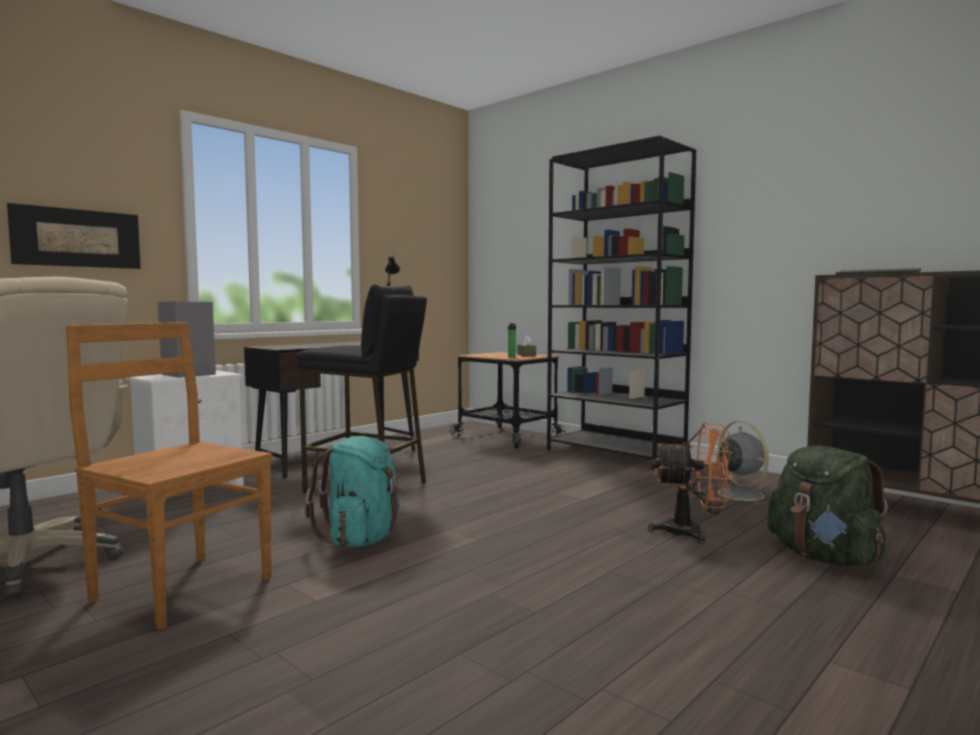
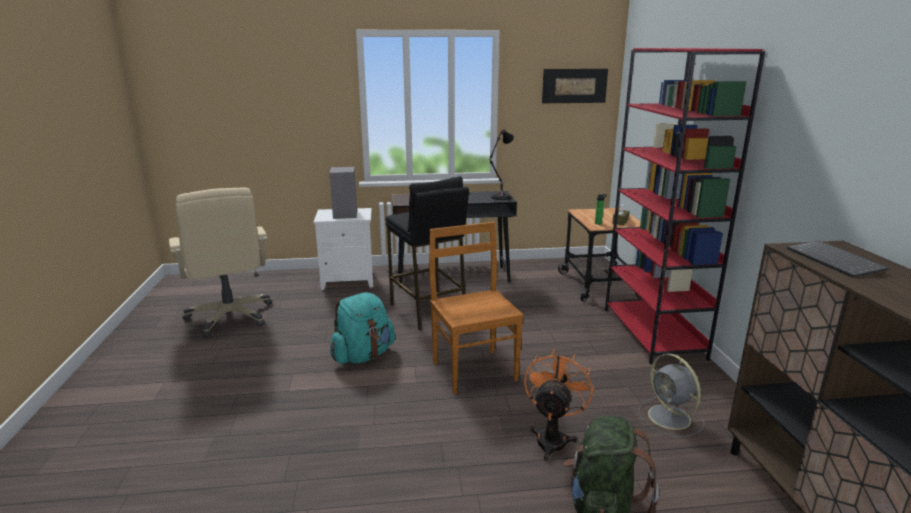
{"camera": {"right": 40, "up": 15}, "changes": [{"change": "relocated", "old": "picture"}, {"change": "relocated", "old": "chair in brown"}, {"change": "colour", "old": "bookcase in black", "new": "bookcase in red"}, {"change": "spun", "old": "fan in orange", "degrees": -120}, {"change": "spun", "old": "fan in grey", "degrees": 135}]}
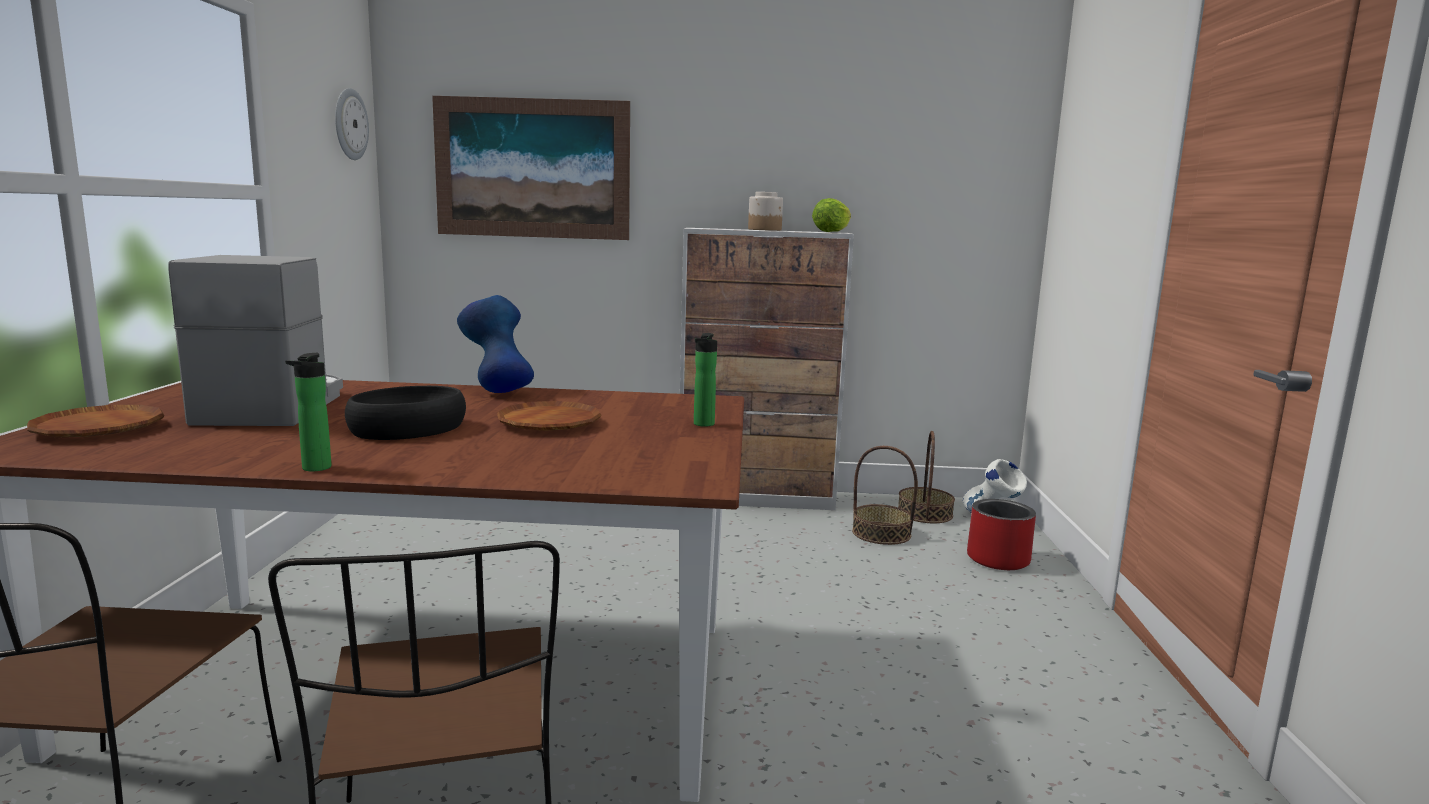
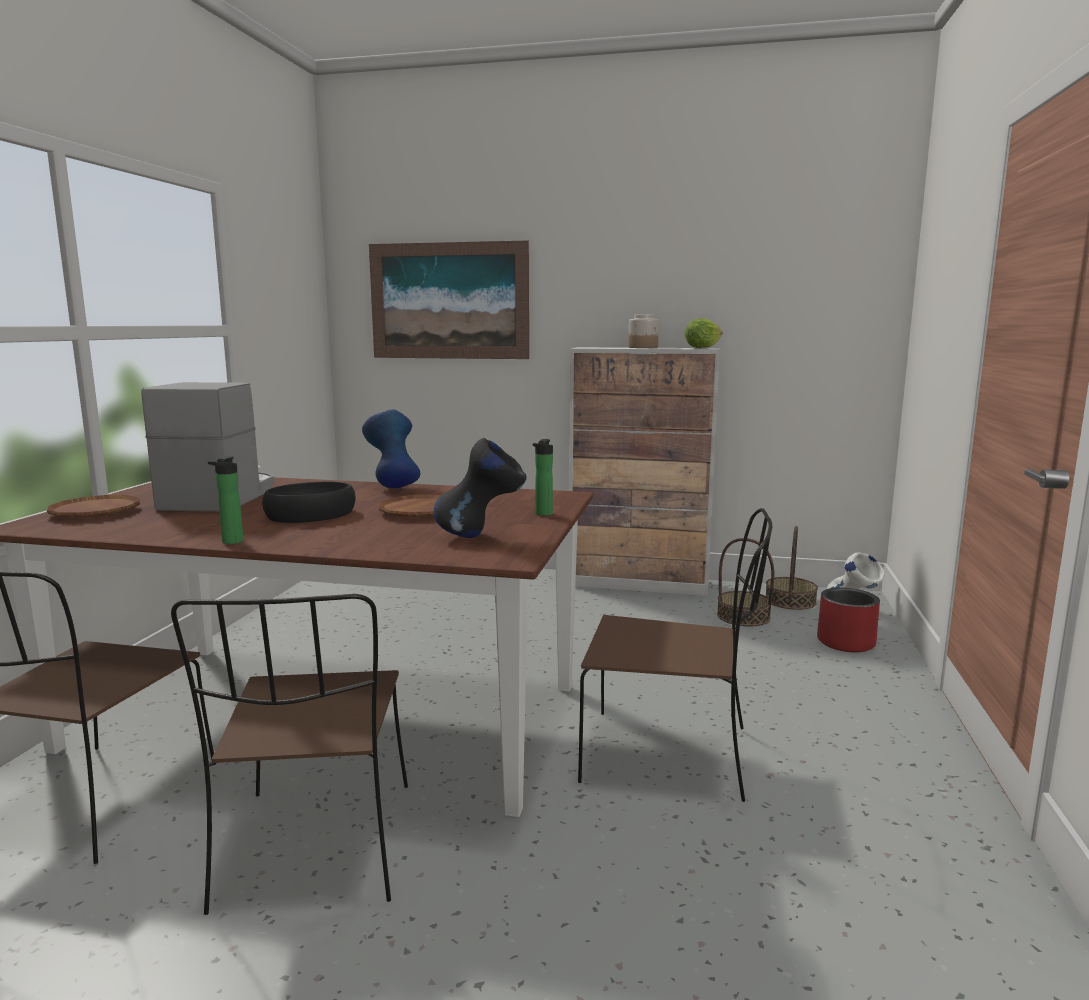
{"camera": {"right": 10, "up": 0}, "changes": [{"change": "missing", "old": "wall clock"}, {"change": "appeared", "new": "vase in black"}, {"change": "appeared", "new": "chair in brown (no. 3 from left)"}]}
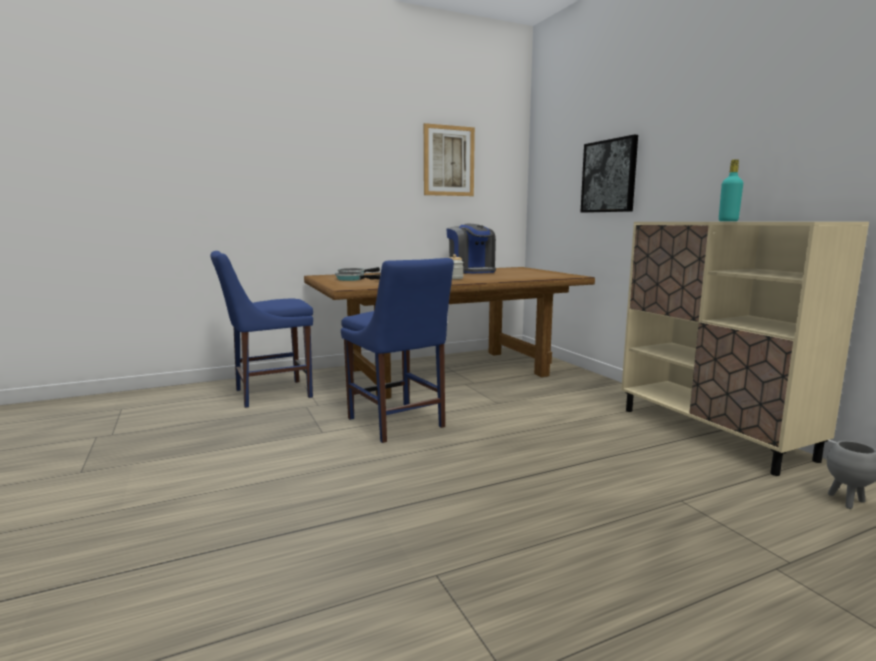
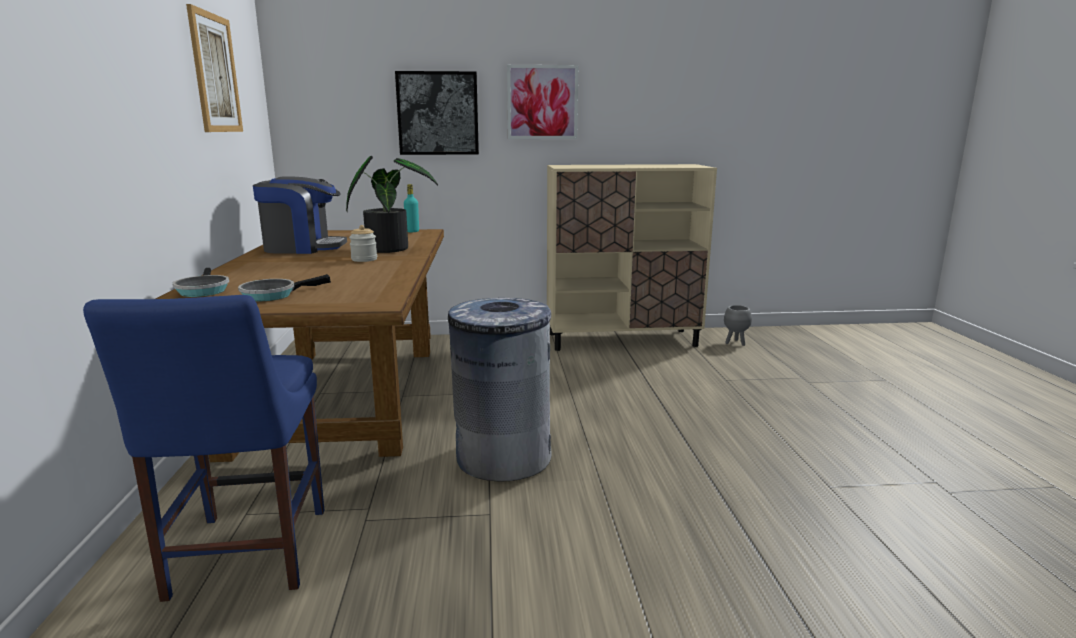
{"camera": {"right": -70, "up": 5}, "changes": [{"change": "exchanged", "old": "chair in blue (no. 2 from left)", "new": "trash can in grey"}, {"change": "relocated", "old": "bottle in turquoise"}, {"change": "appeared", "new": "potted plant"}, {"change": "appeared", "new": "picture (no. 3 from left)"}]}
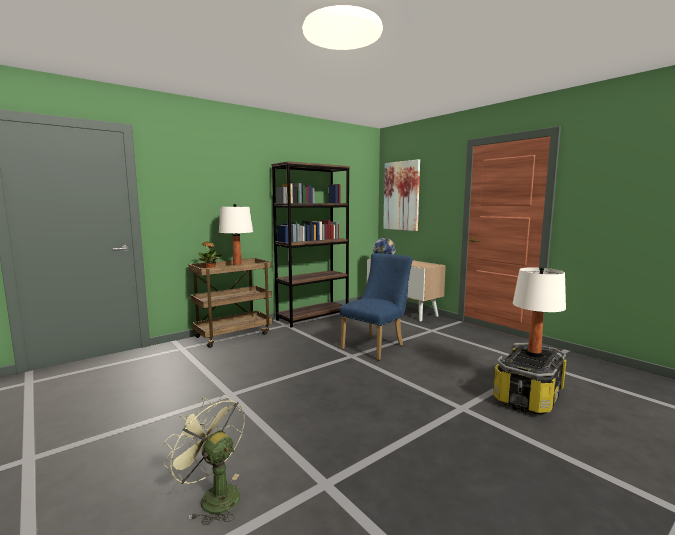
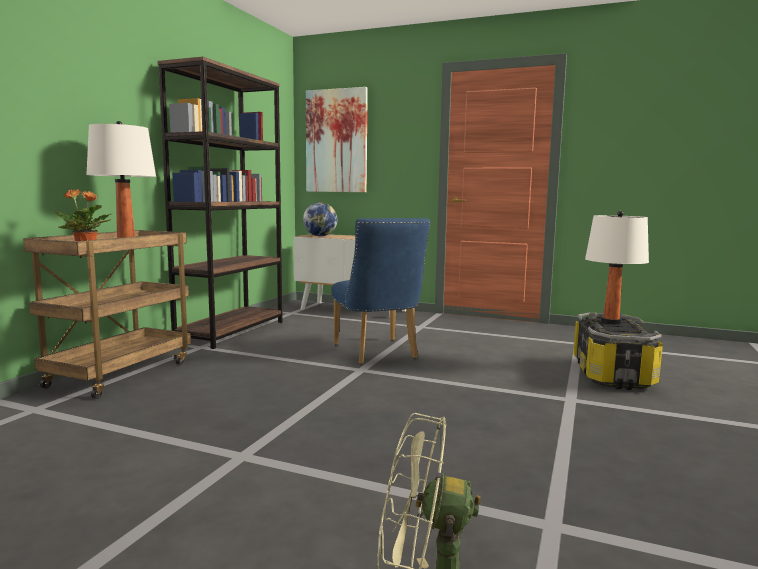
{"camera": {"right": -30, "up": 0}, "changes": [{"change": "spun", "old": "chair in blue", "degrees": 150}]}
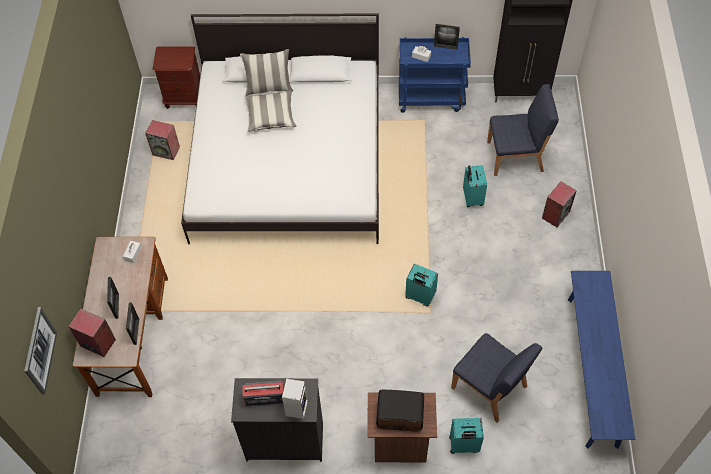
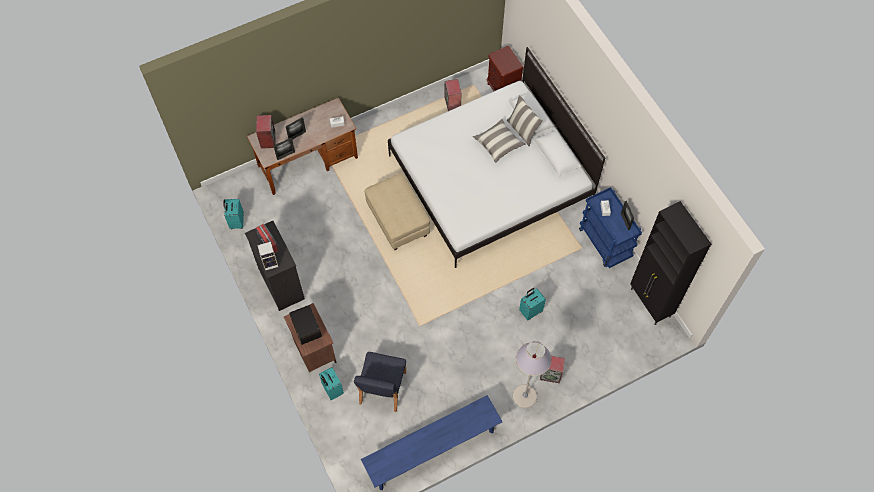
{"camera": {"right": 60, "up": 5}, "changes": [{"change": "missing", "old": "picture"}, {"change": "relocated", "old": "suitcase in turquoise (no. 1 from left)"}, {"change": "missing", "old": "chair in blue (no. 2 from left)"}, {"change": "appeared", "new": "ottoman in beige"}, {"change": "appeared", "new": "floor lamp in grey"}]}
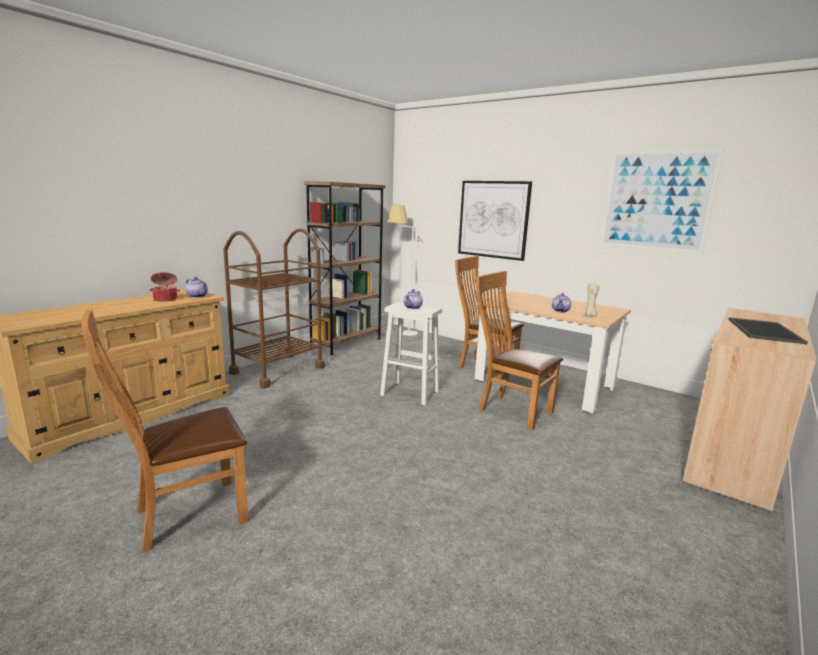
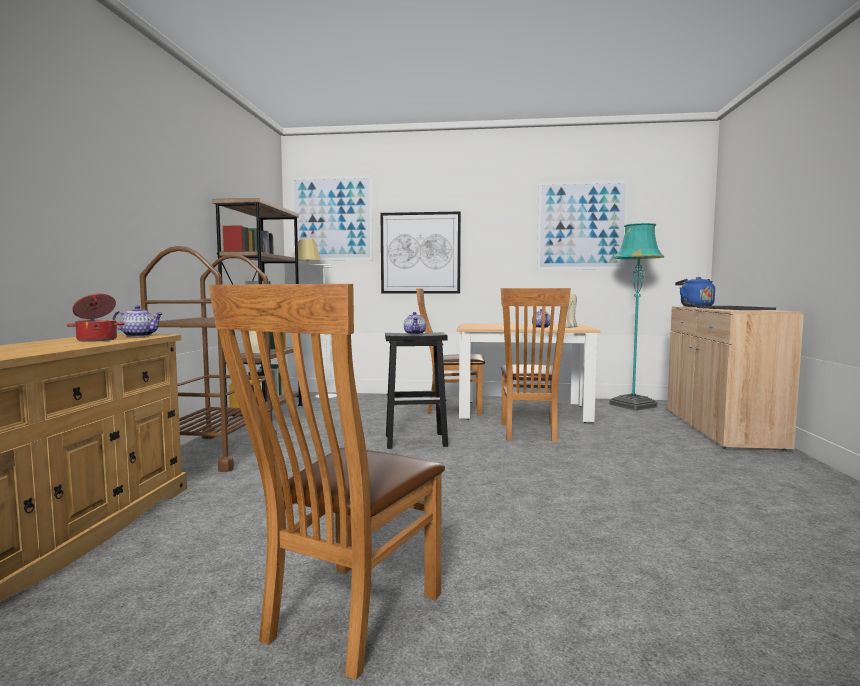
{"camera": {"right": -30, "up": -10}, "changes": [{"change": "colour", "old": "stool in white", "new": "stool in black"}, {"change": "spun", "old": "chair in brown (no. 3 from left)", "degrees": -90}, {"change": "appeared", "new": "picture (no. 1 from left)"}, {"change": "appeared", "new": "floor lamp in turquoise"}, {"change": "appeared", "new": "kettle in blue"}]}
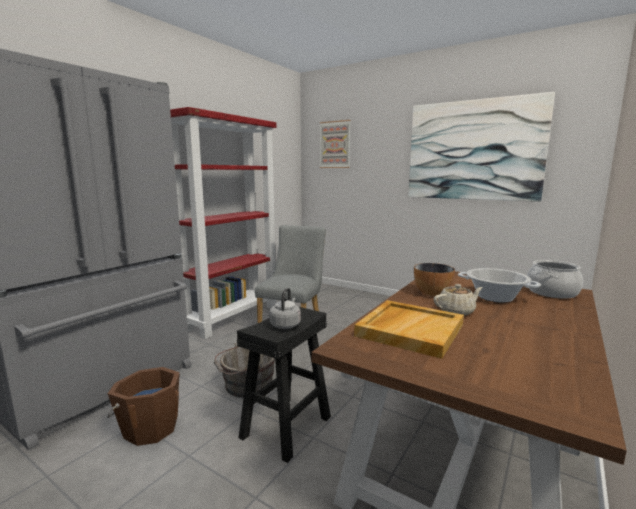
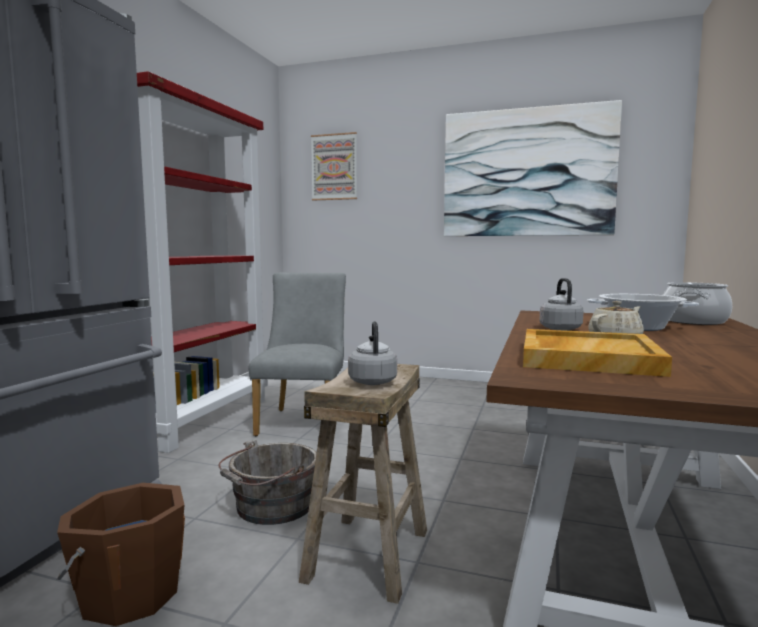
{"camera": {"right": -15, "up": -5}, "changes": [{"change": "colour", "old": "stool in black", "new": "stool in beige"}, {"change": "exchanged", "old": "bowl", "new": "kettle in grey (no. 2 from left)"}]}
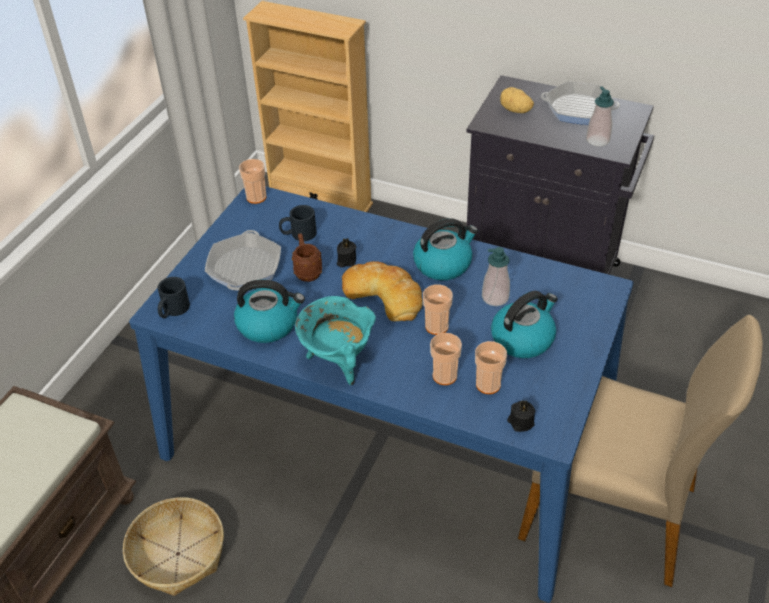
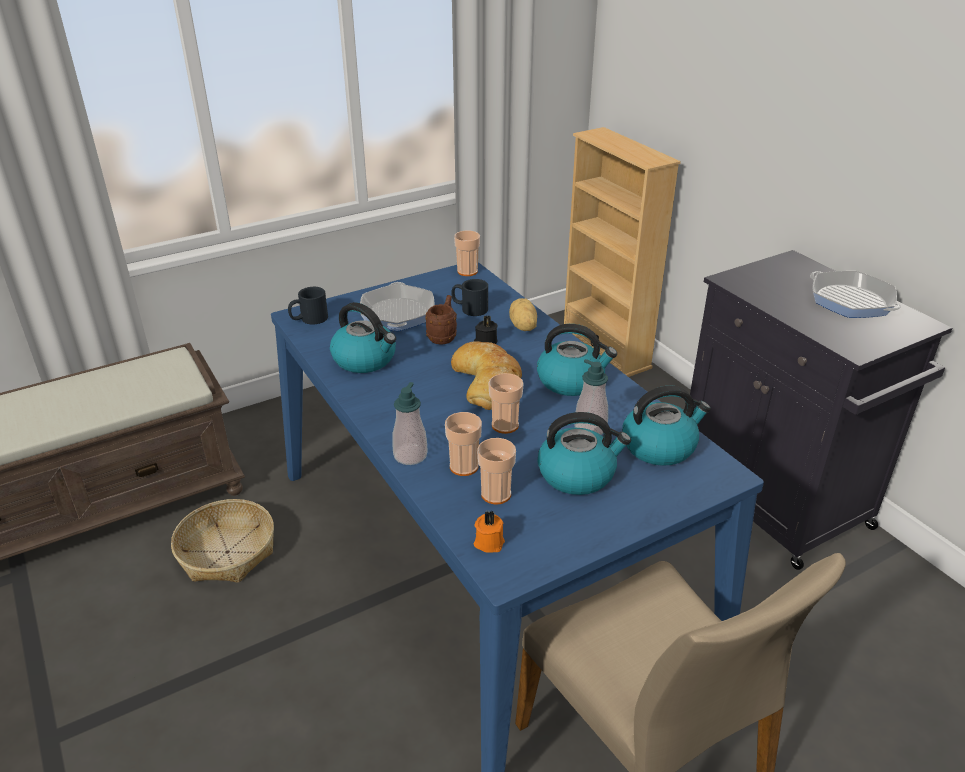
{"camera": {"right": 35, "up": -10}, "changes": [{"change": "spun", "old": "frying pan (no. 1 from left)", "degrees": -45}, {"change": "missing", "old": "cooking pot in turquoise"}, {"change": "relocated", "old": "potato"}, {"change": "colour", "old": "candle in black (no. 2 from left)", "new": "candle in orange"}, {"change": "relocated", "old": "soap dispenser (no. 2 from left in the first image)", "new": "soap dispenser (no. 1 from left)"}, {"change": "appeared", "new": "kettle (no. 4 from left)"}]}
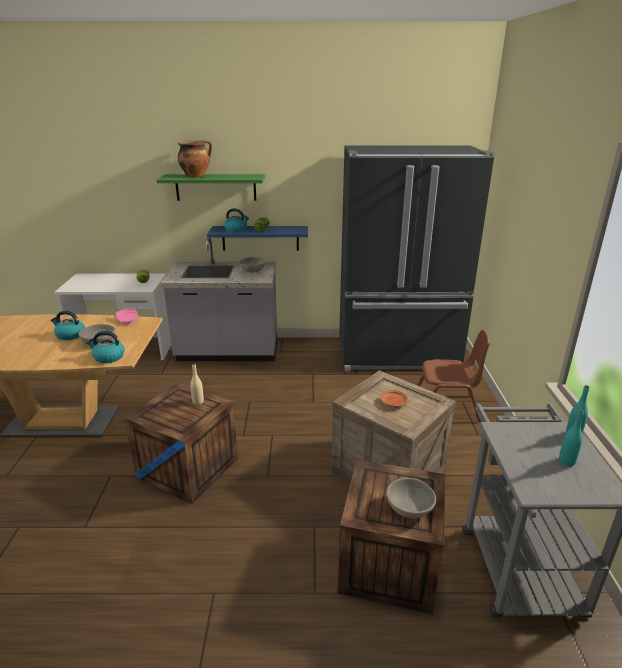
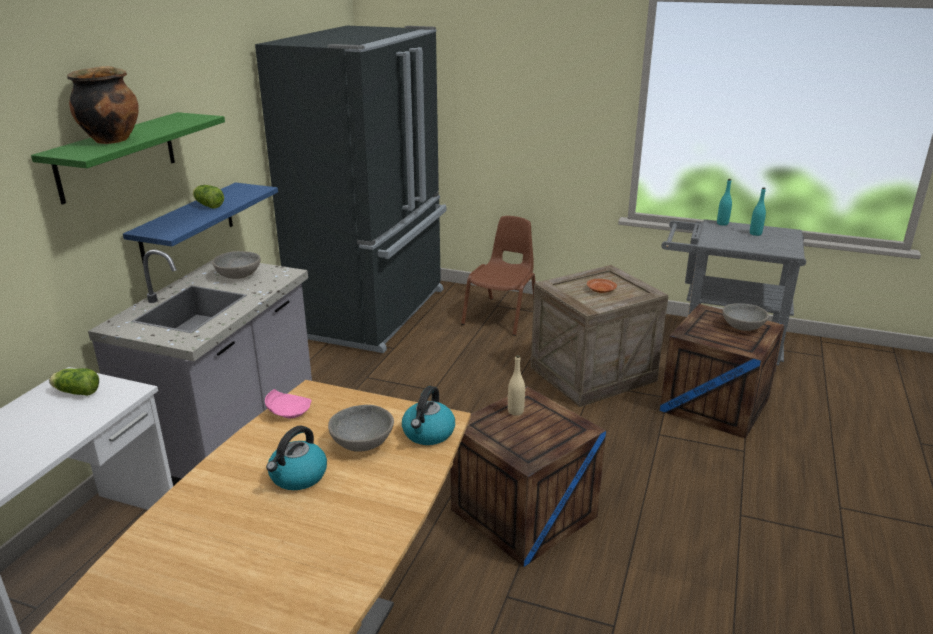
{"camera": {"right": -70, "up": 0}, "changes": [{"change": "missing", "old": "kettle (no. 3 from left)"}]}
